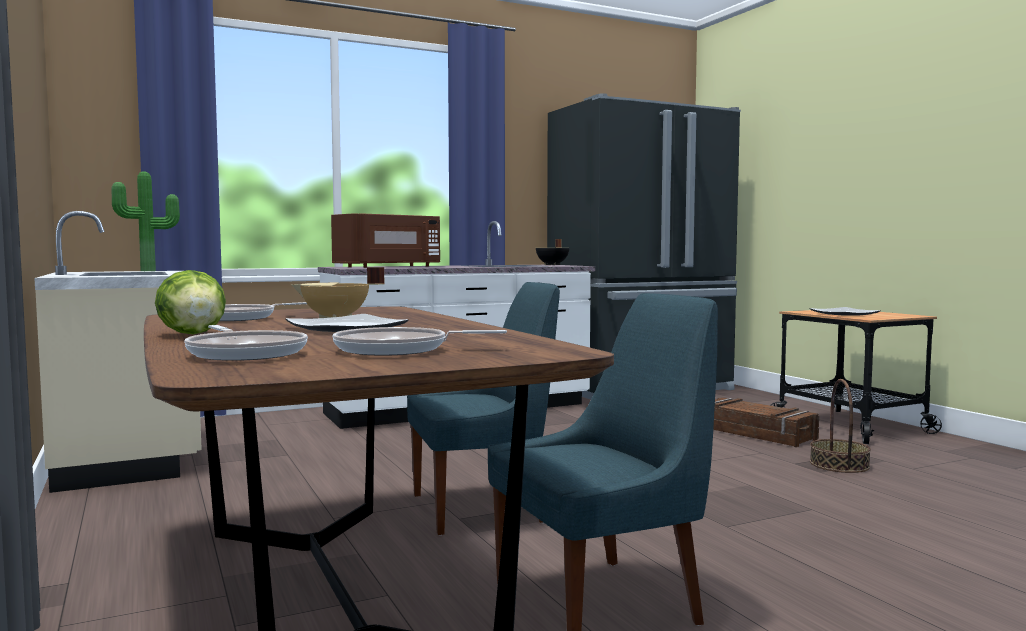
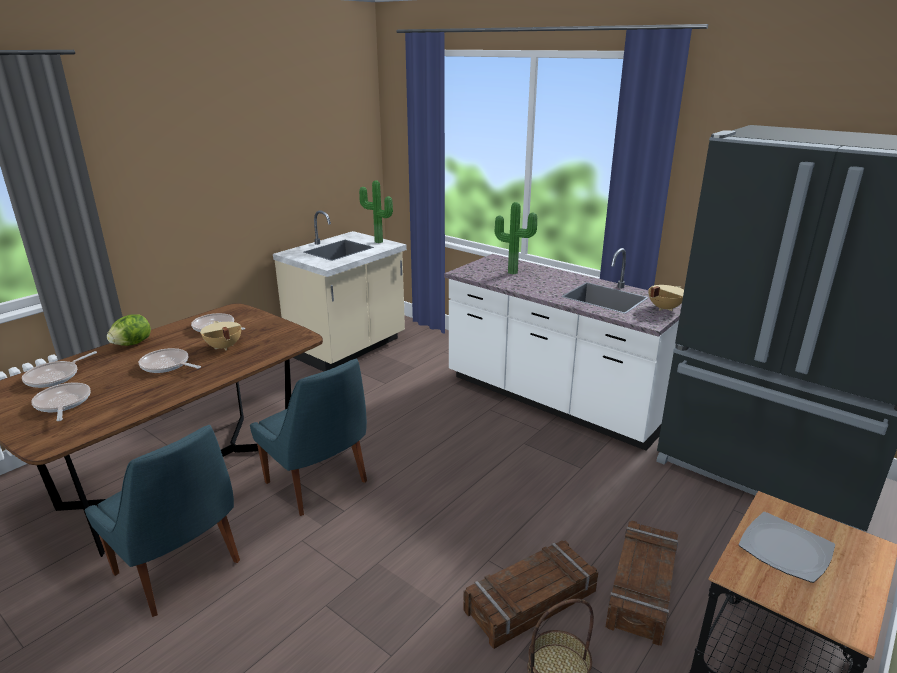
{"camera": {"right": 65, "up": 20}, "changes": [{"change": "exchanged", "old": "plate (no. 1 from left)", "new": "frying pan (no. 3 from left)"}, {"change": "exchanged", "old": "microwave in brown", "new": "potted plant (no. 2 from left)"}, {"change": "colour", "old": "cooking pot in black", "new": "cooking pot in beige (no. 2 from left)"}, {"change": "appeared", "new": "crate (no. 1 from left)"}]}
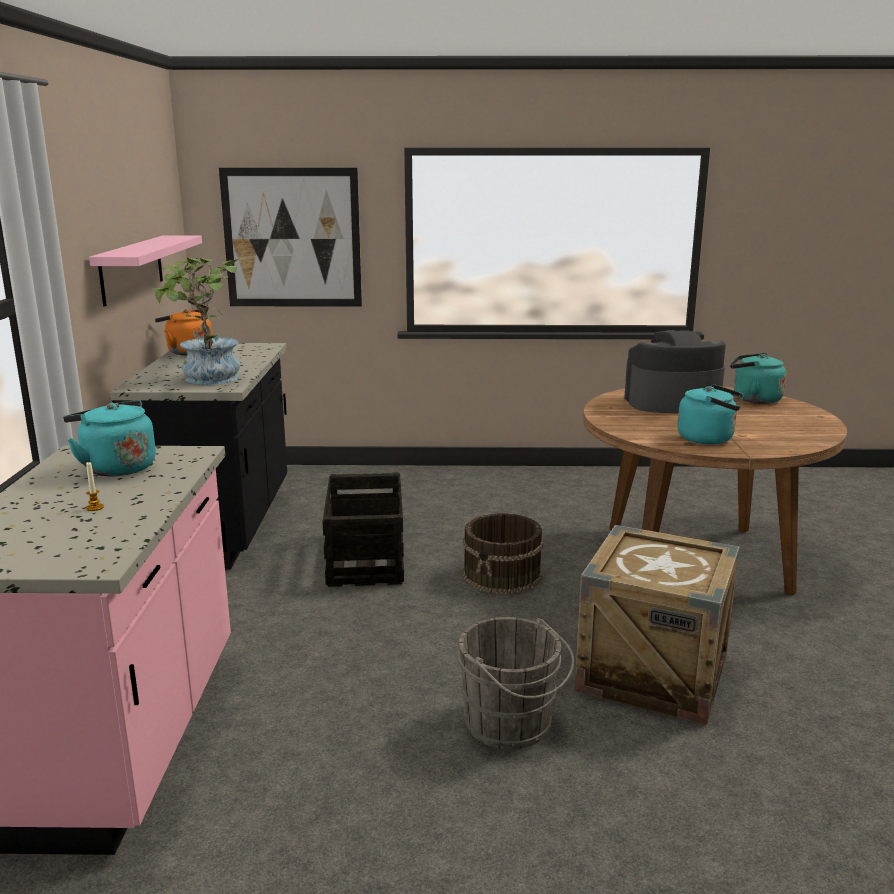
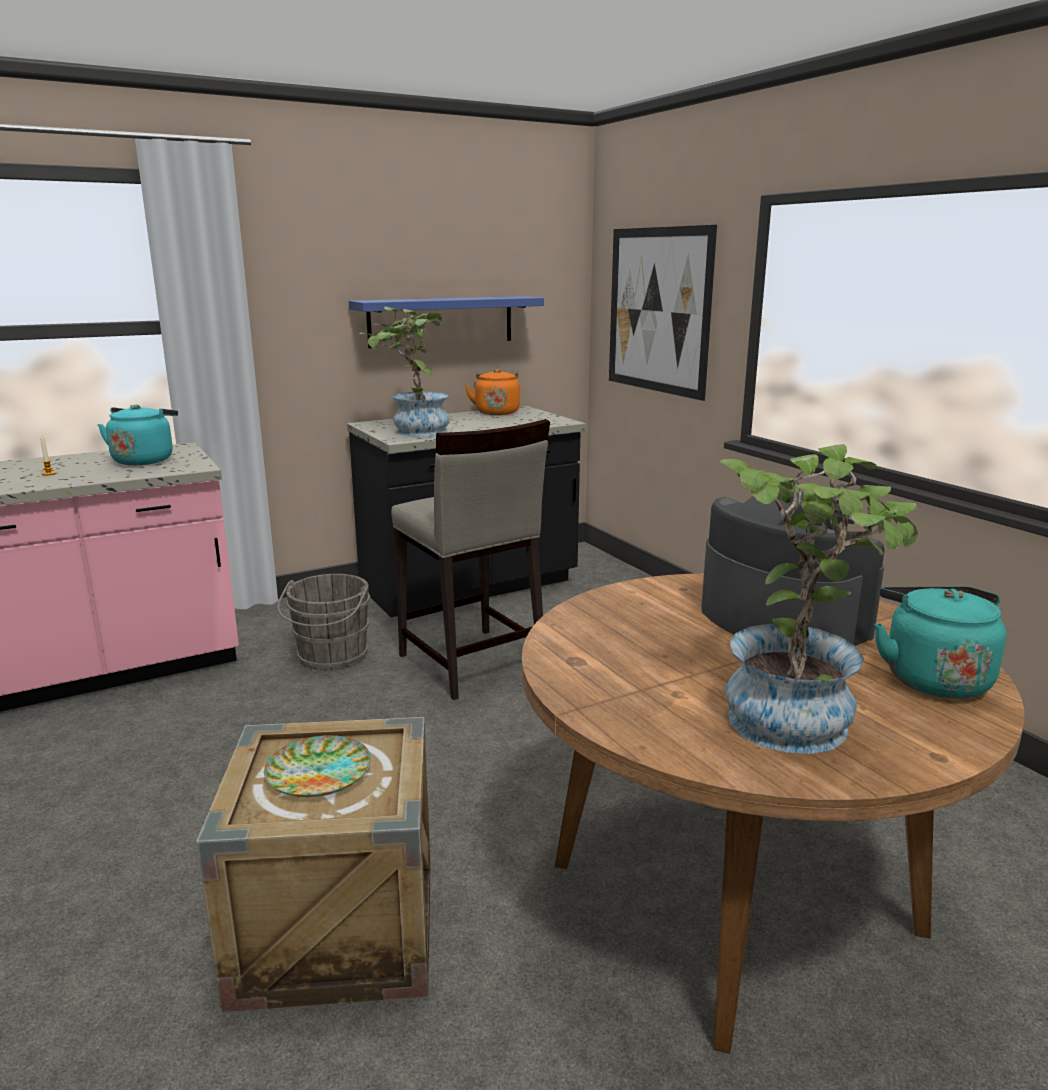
{"camera": {"right": 60, "up": 0}, "changes": [{"change": "colour", "old": "shelf in pink", "new": "shelf in blue"}, {"change": "exchanged", "old": "crate (no. 1 from left)", "new": "stool in beige"}, {"change": "relocated", "old": "bucket in grey"}, {"change": "missing", "old": "bucket in brown"}, {"change": "missing", "old": "kettle in turquoise (no. 2 from left)"}, {"change": "appeared", "new": "plate"}, {"change": "appeared", "new": "potted plant (no. 2 from left)"}]}
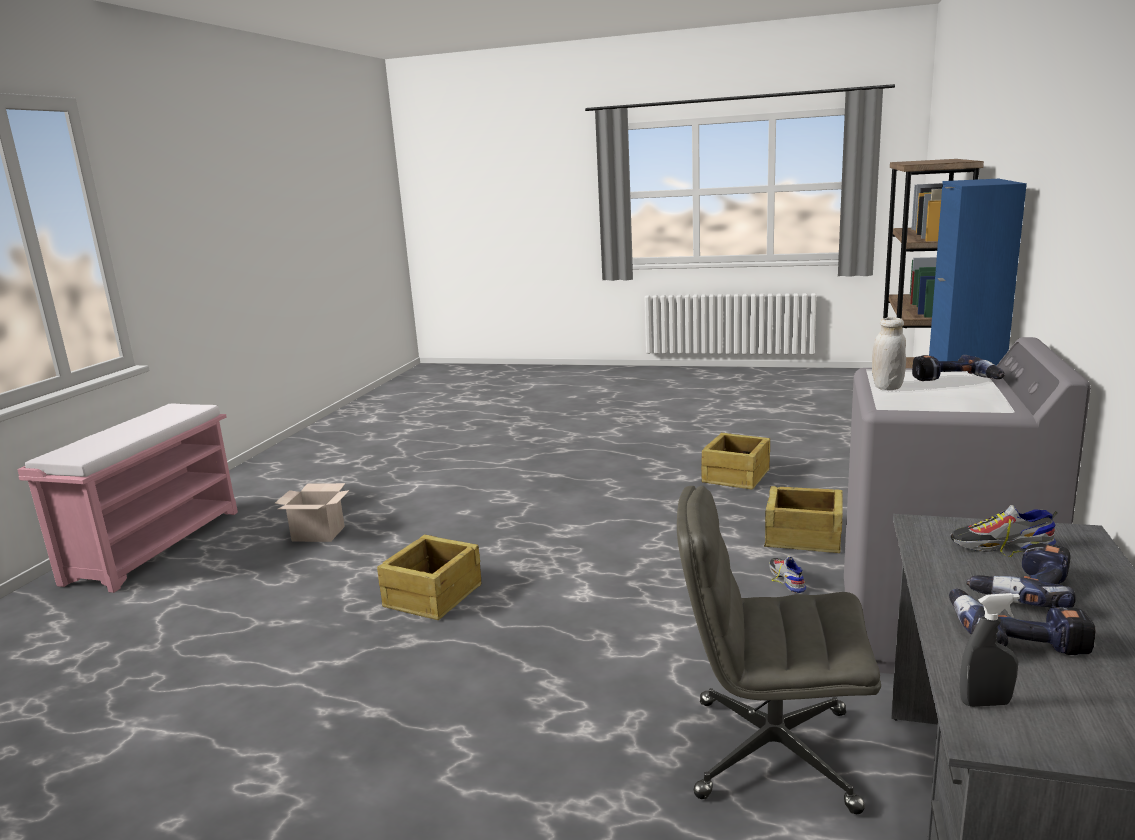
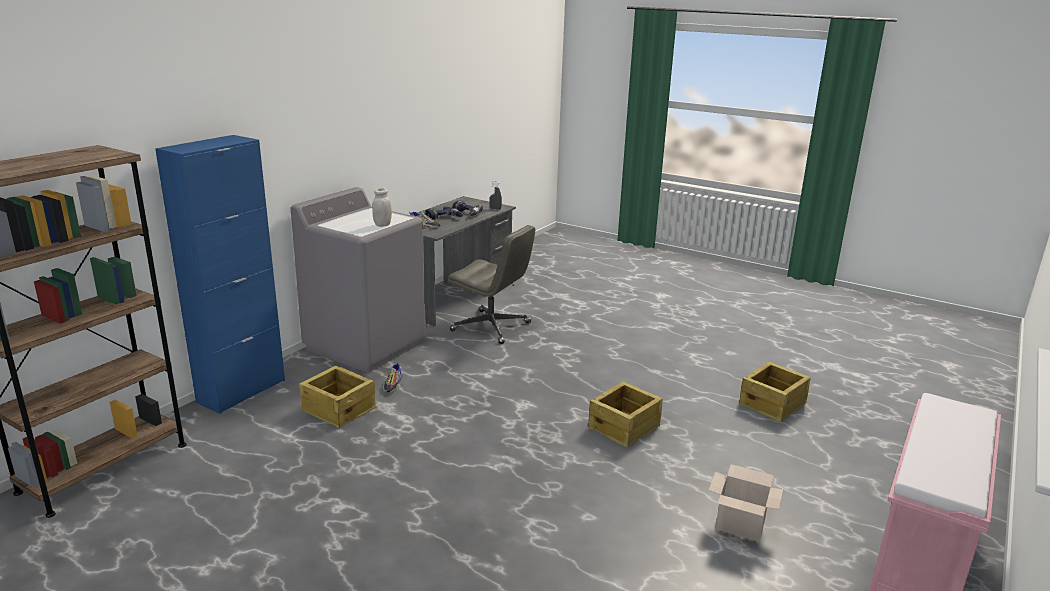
{"camera": {"right": -165, "up": 5}, "changes": [{"change": "relocated", "old": "crate (no. 2 from left in the first image)", "new": "crate (no. 3 from left)"}, {"change": "missing", "old": "power drill (no. 1 from left)"}]}
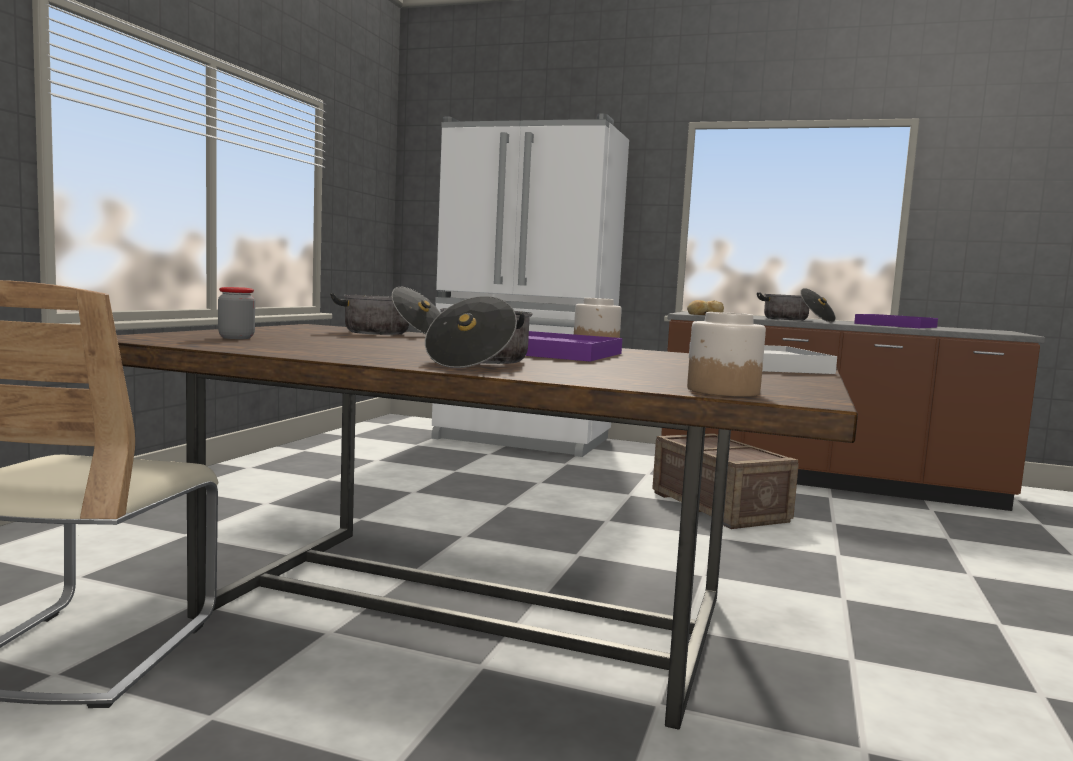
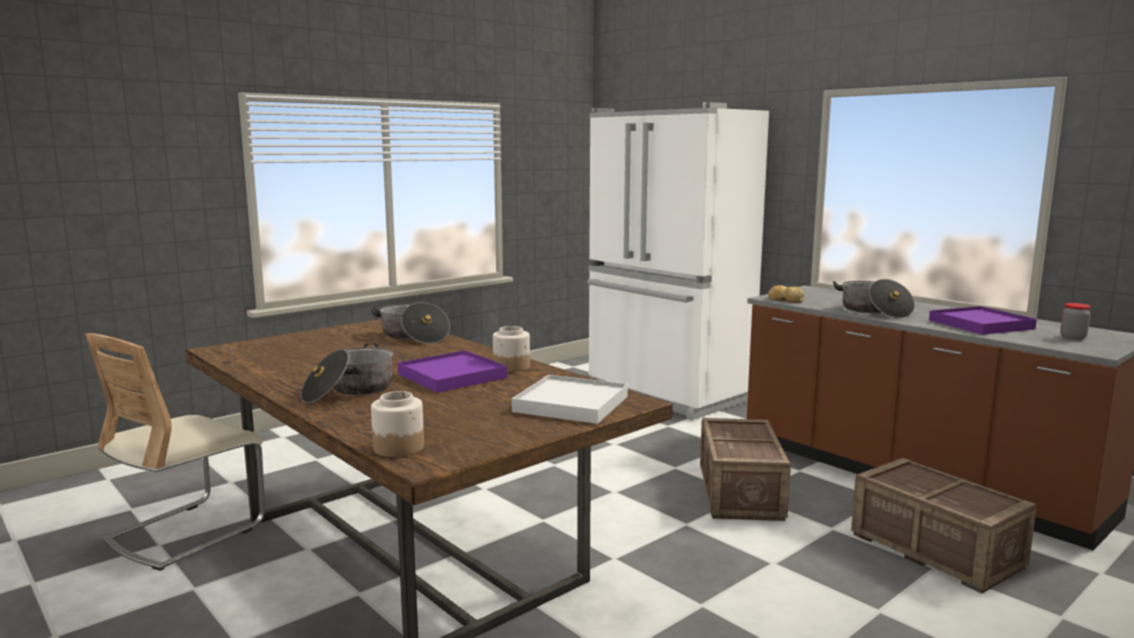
{"camera": {"right": 30, "up": 5}, "changes": [{"change": "relocated", "old": "jar (no. 1 from left in the first image)", "new": "jar (no. 3 from left)"}, {"change": "appeared", "new": "crate (no. 2 from left)"}]}
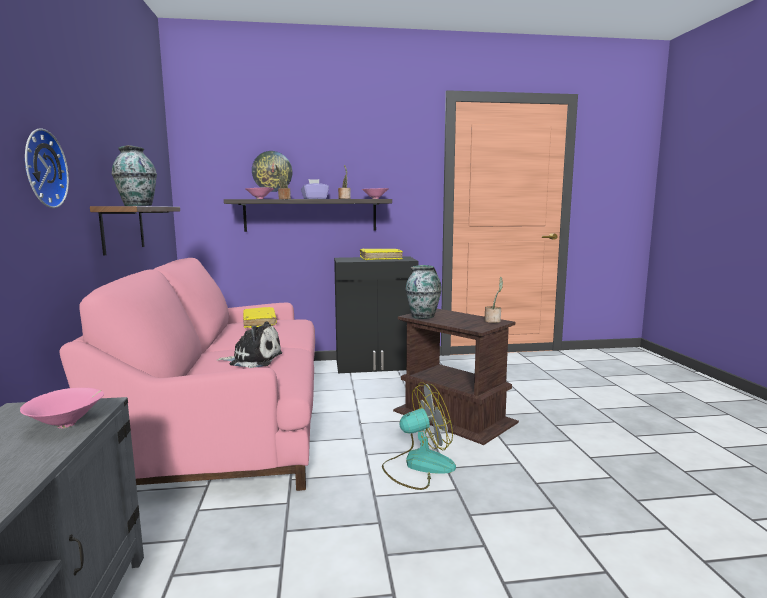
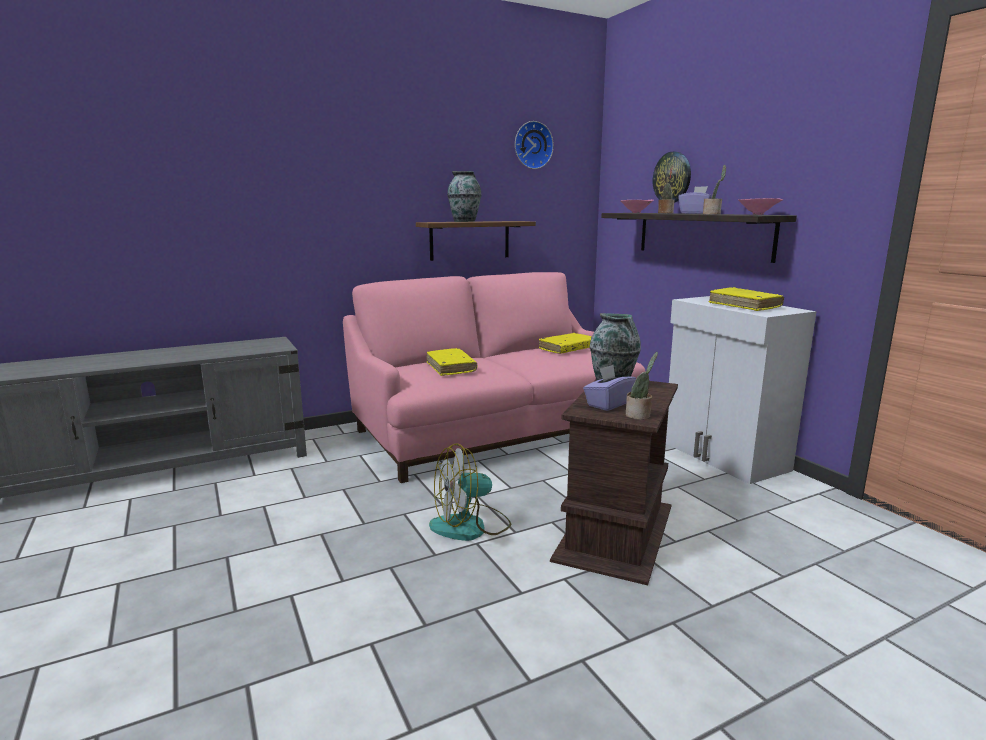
{"camera": {"right": 70, "up": 5}, "changes": [{"change": "missing", "old": "bowl in pink (no. 1 from left)"}, {"change": "relocated", "old": "wall clock (no. 1 from left)"}, {"change": "exchanged", "old": "plush toy", "new": "book in yellow (no. 1 from left)"}, {"change": "colour", "old": "cabinet in black", "new": "cabinet in white"}, {"change": "spun", "old": "fan", "degrees": 105}, {"change": "appeared", "new": "tissue box in purple (no. 1 from left)"}]}
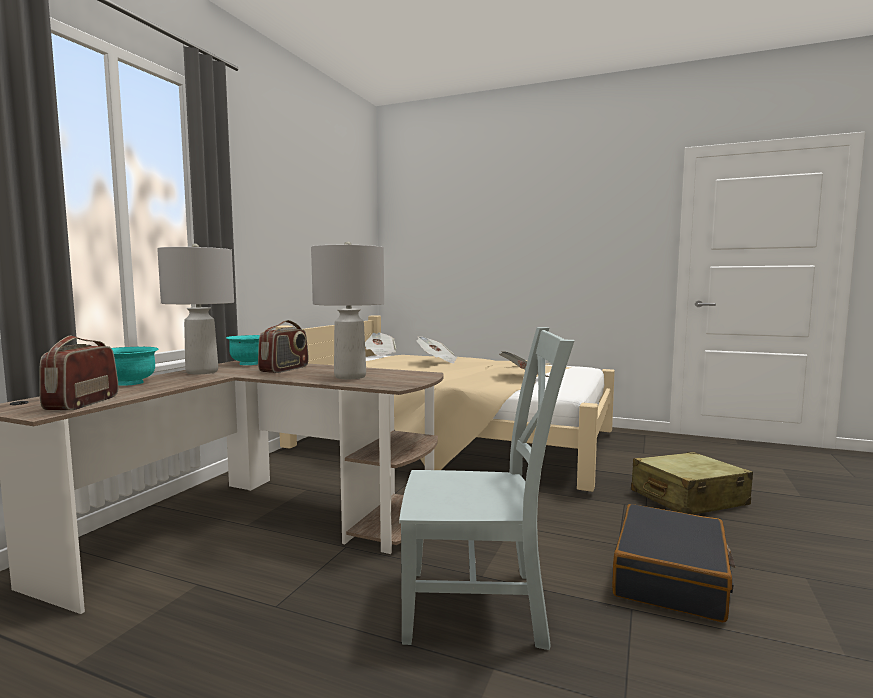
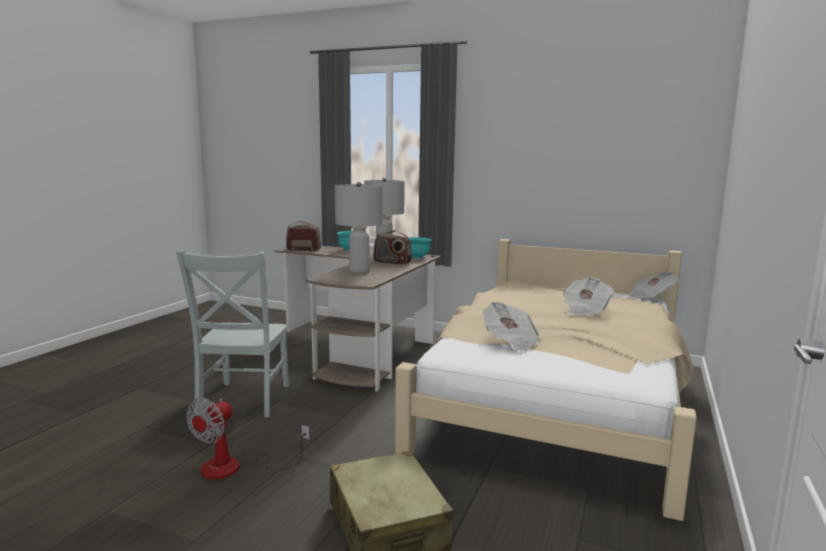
{"camera": {"right": 90, "up": 5}, "changes": [{"change": "exchanged", "old": "suitcase in black", "new": "fan"}]}
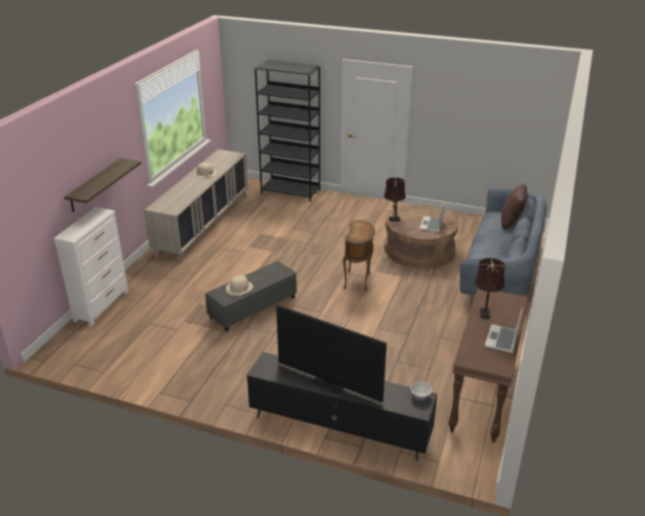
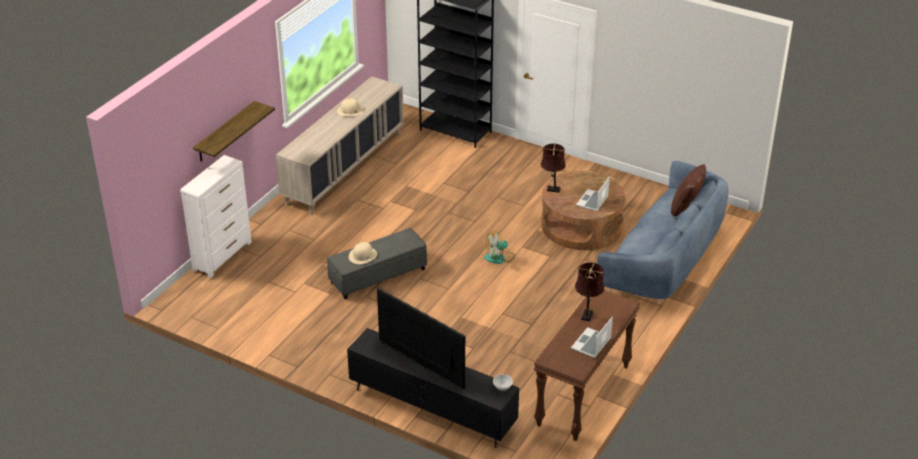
{"camera": {"right": 10, "up": 5}, "changes": [{"change": "exchanged", "old": "side table in brown", "new": "fan"}]}
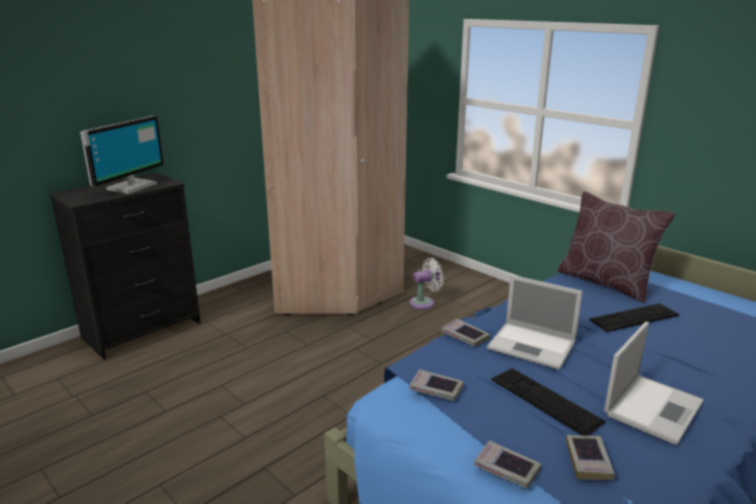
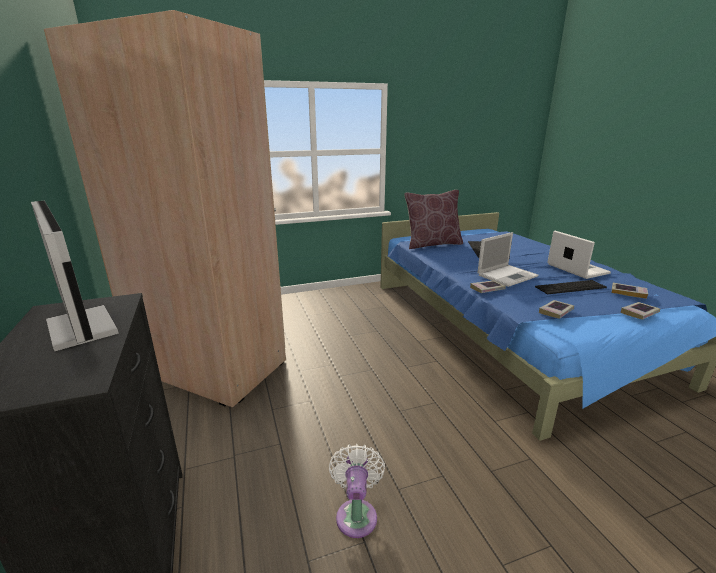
{"camera": {"right": -65, "up": 0}, "changes": [{"change": "relocated", "old": "fan in white"}]}
